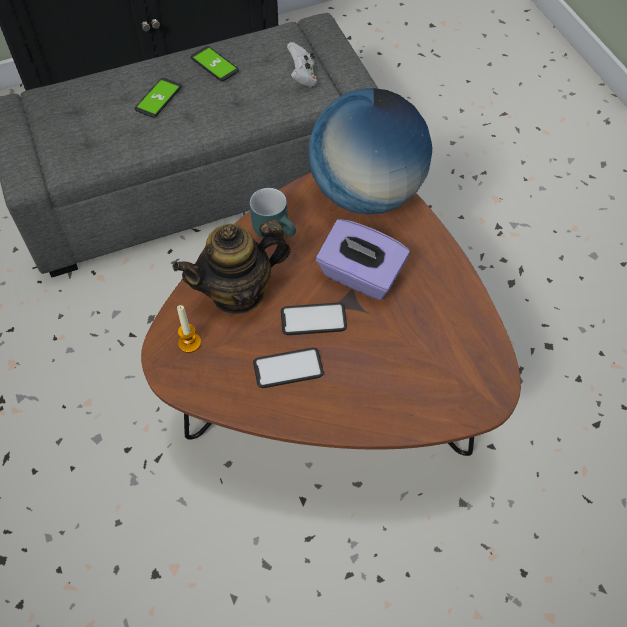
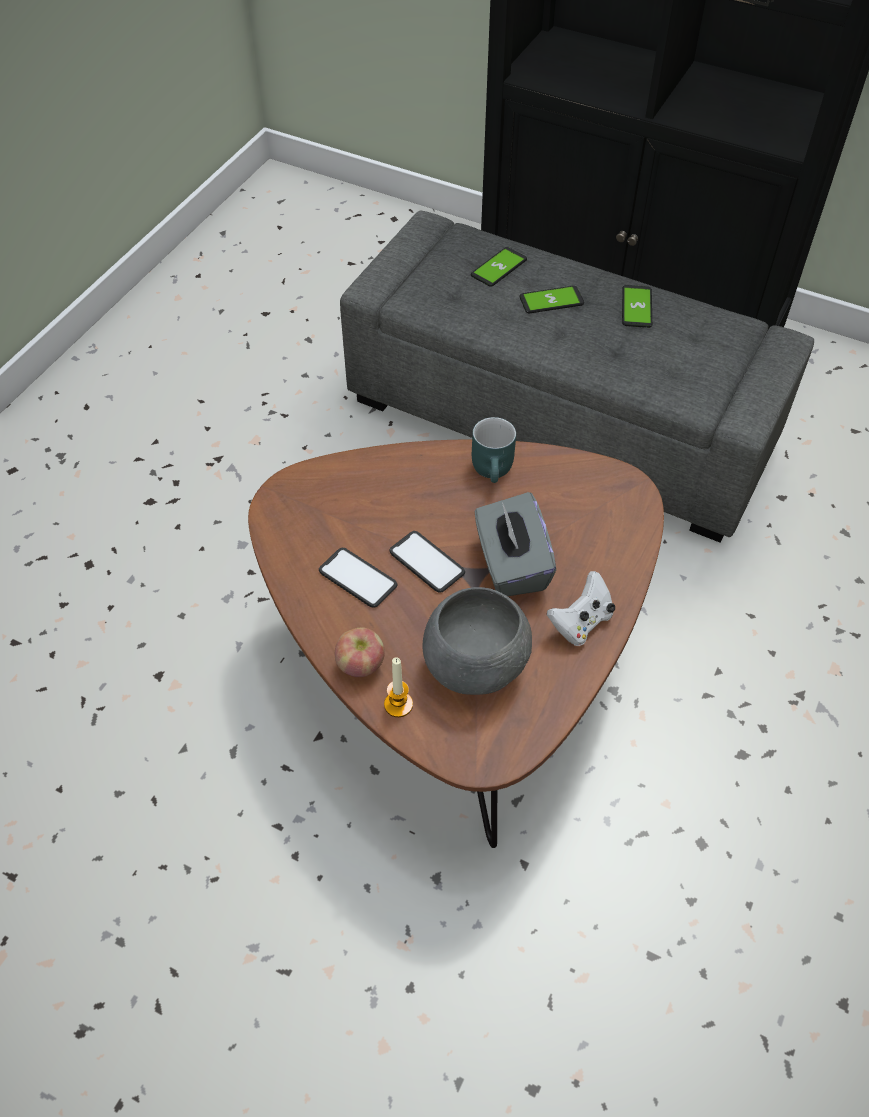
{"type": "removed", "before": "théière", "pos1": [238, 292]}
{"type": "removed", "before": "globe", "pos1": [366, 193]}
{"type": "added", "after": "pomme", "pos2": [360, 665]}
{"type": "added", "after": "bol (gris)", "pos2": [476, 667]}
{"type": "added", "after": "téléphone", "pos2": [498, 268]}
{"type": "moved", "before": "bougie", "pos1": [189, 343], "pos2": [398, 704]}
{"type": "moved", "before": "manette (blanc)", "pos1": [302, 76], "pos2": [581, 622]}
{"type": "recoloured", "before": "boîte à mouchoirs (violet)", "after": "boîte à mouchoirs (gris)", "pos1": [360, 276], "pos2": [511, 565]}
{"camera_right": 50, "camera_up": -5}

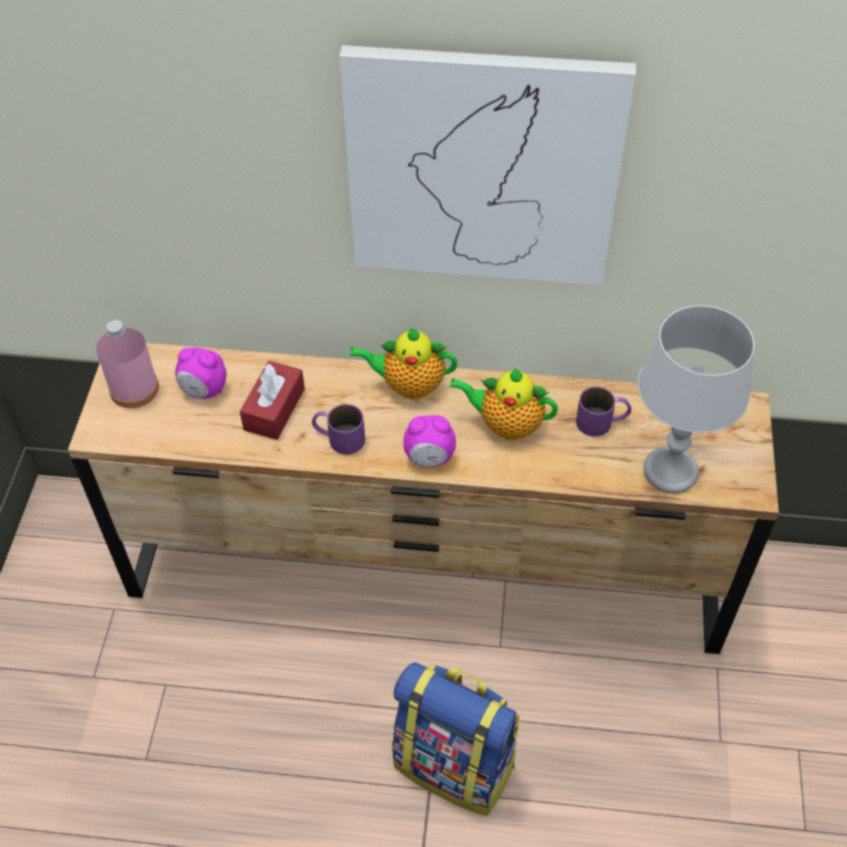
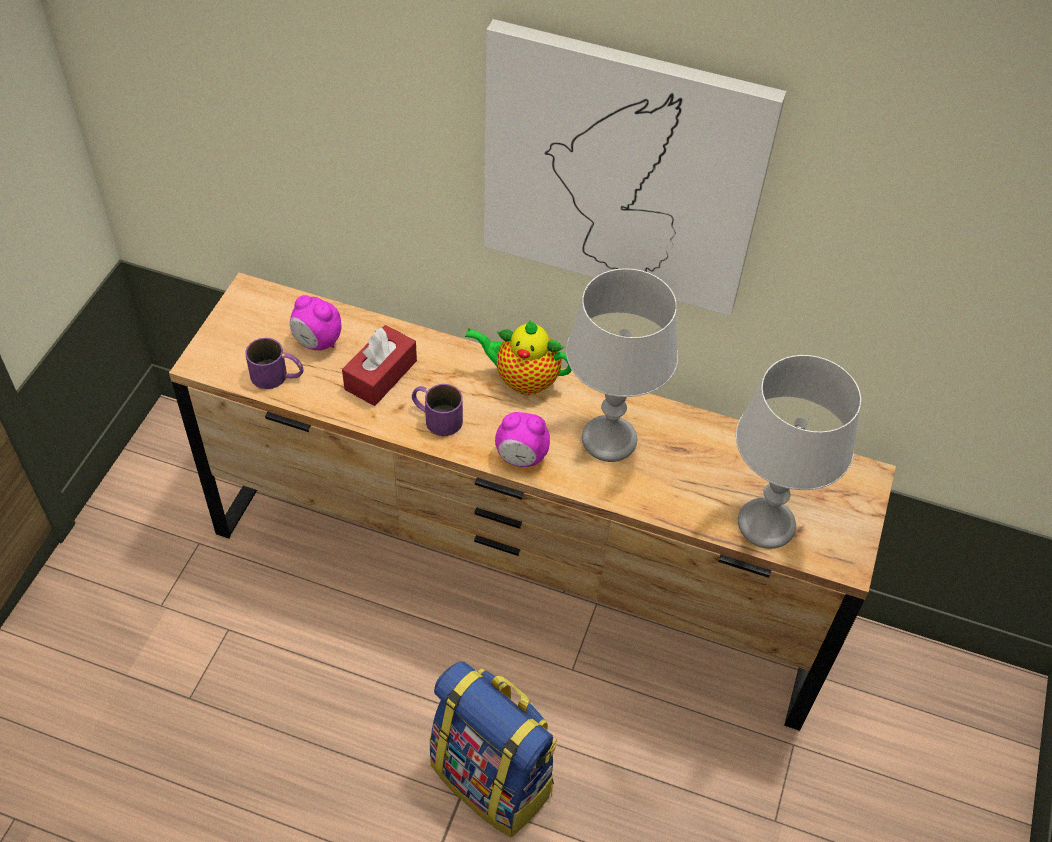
{"type": "removed", "before": "bouteille (rose)", "pos1": [134, 389]}
{"type": "moved", "before": "mug (violet)", "pos1": [602, 421], "pos2": [278, 376]}
{"type": "replaced", "before": "théière", "after": "lampe de table (gris)", "pos1": [506, 424], "pos2": [610, 440]}
{"camera_right": 10, "camera_up": 0}

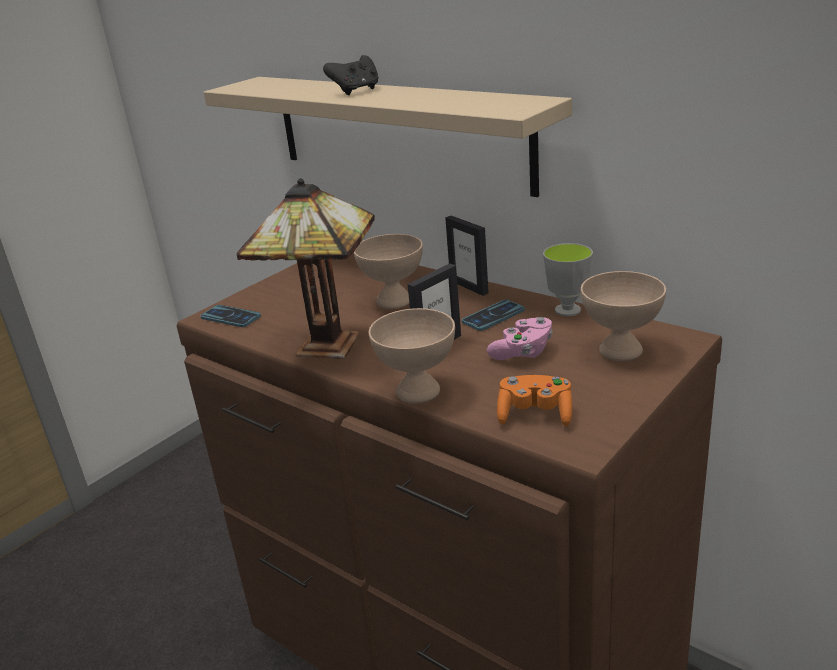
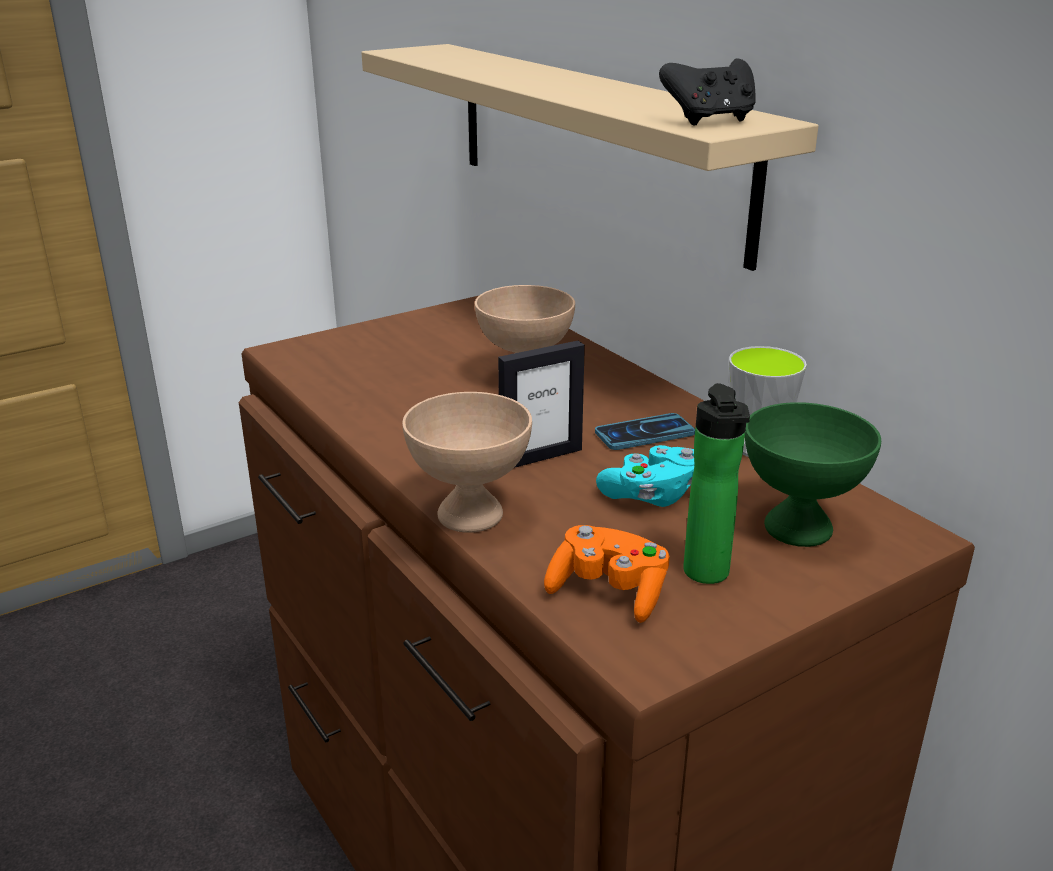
{"type": "removed", "before": "téléphone", "pos1": [230, 317]}
{"type": "removed", "before": "lampe de table", "pos1": [323, 347]}
{"type": "removed", "before": "cadre photo", "pos1": [469, 287]}
{"type": "added", "after": "bouteille", "pos2": [707, 576]}
{"type": "moved", "before": "manette (noir)", "pos1": [356, 91], "pos2": [710, 121]}
{"type": "recoloured", "before": "manette (rose)", "after": "manette (turquoise)", "pos1": [523, 352], "pos2": [652, 495]}
{"type": "recoloured", "before": "bol (beige)", "after": "bol (vert)", "pos1": [619, 351], "pos2": [795, 528]}
{"camera_right": 15, "camera_up": 0}

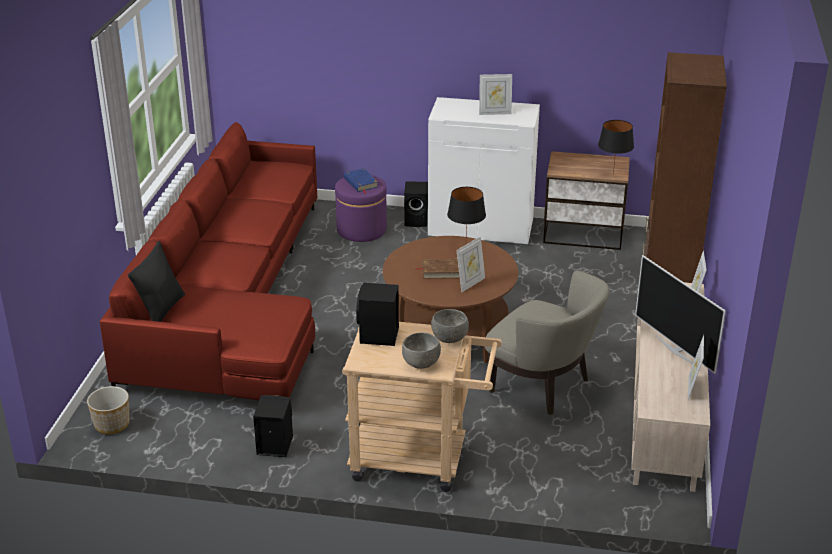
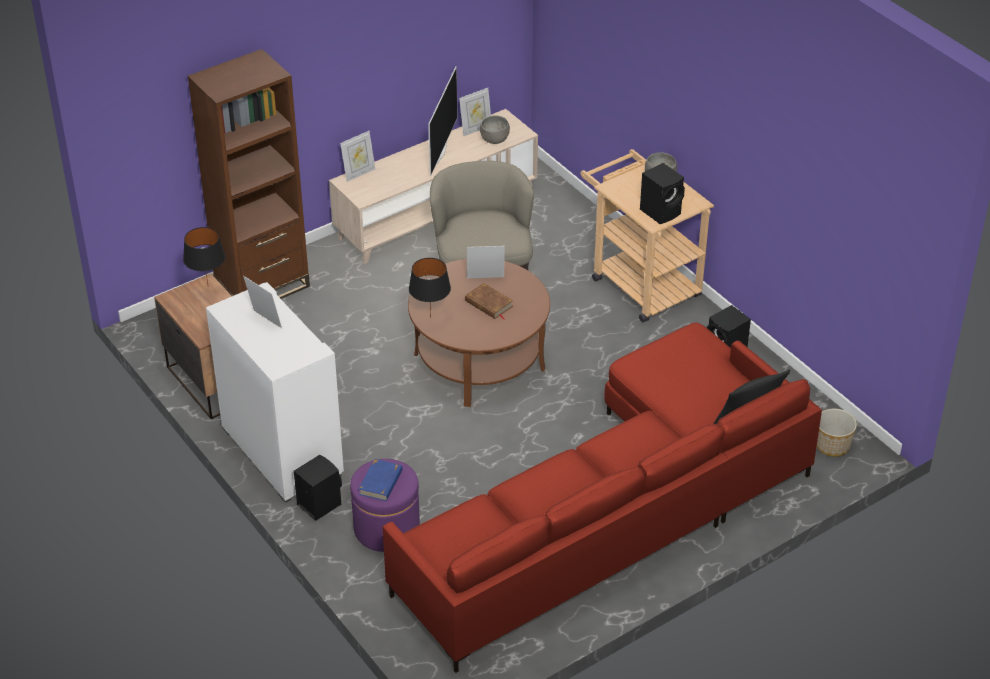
{"type": "moved", "before": "bol (gris)", "pos1": [450, 339], "pos2": [494, 140]}
{"camera_right": -135, "camera_up": 10}

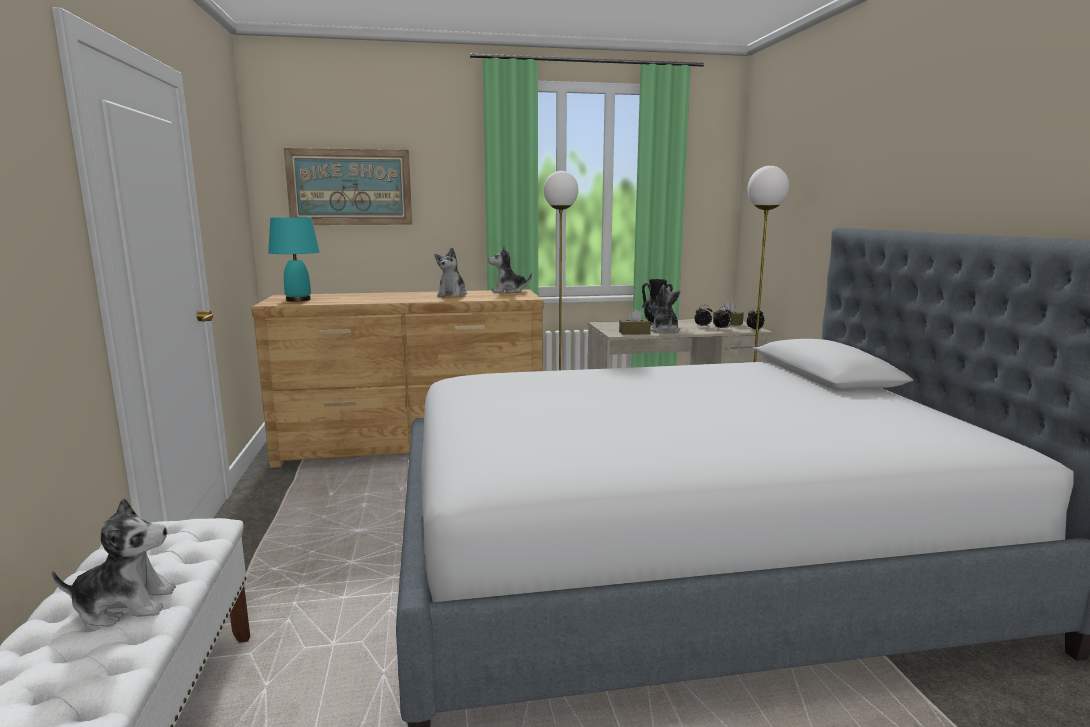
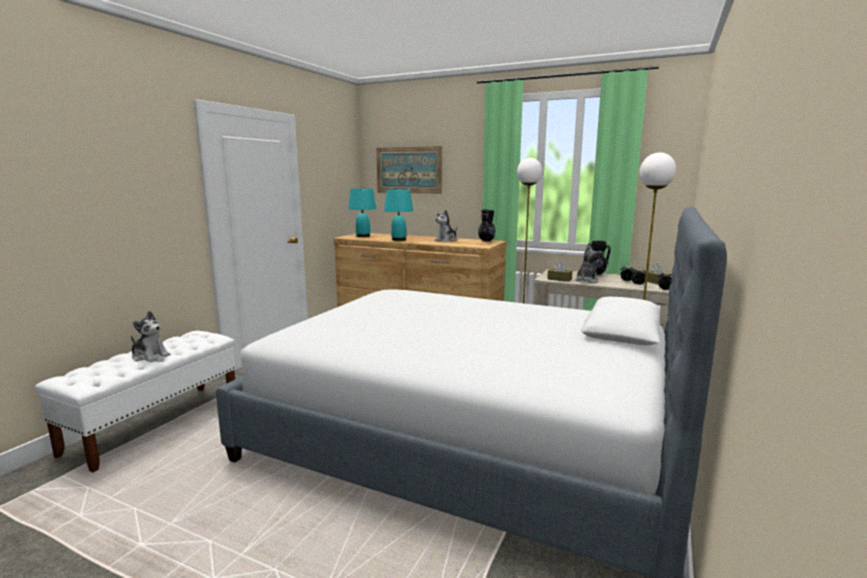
{"type": "added", "after": "lampe de table (turquoise)", "pos2": [398, 239]}
{"type": "replaced", "before": "peluche", "after": "vase (noir)", "pos1": [508, 291], "pos2": [486, 241]}
{"camera_right": 35, "camera_up": 0}

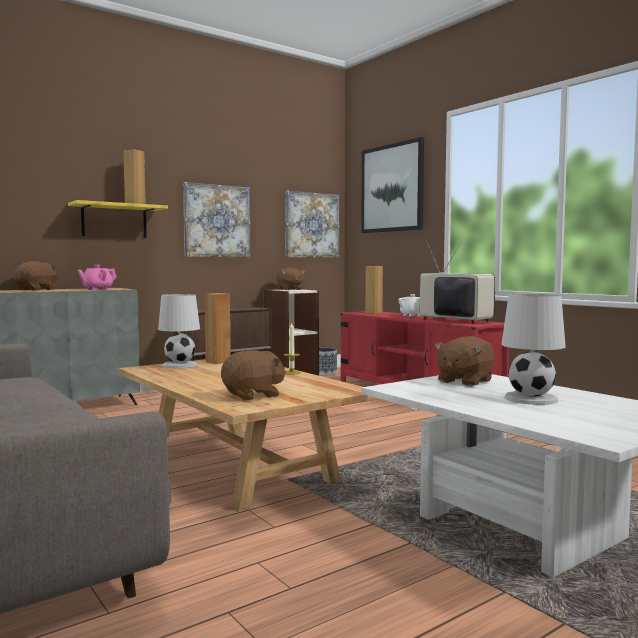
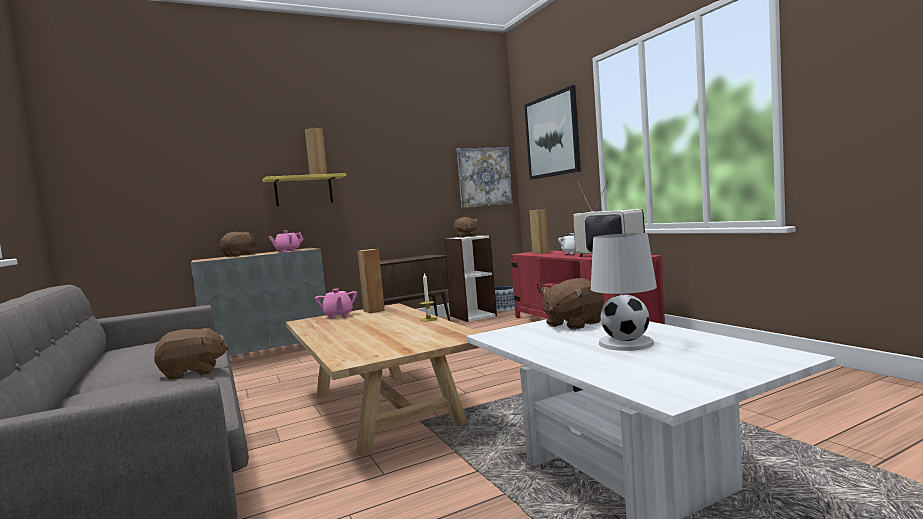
{"type": "removed", "before": "tableau", "pos1": [217, 221]}
{"type": "moved", "before": "peluche (marron)", "pos1": [253, 395], "pos2": [192, 373]}
{"type": "replaced", "before": "lampe de table (blanc)", "after": "théière (rose)", "pos1": [179, 365], "pos2": [338, 316]}
{"camera_right": 10, "camera_up": 0}

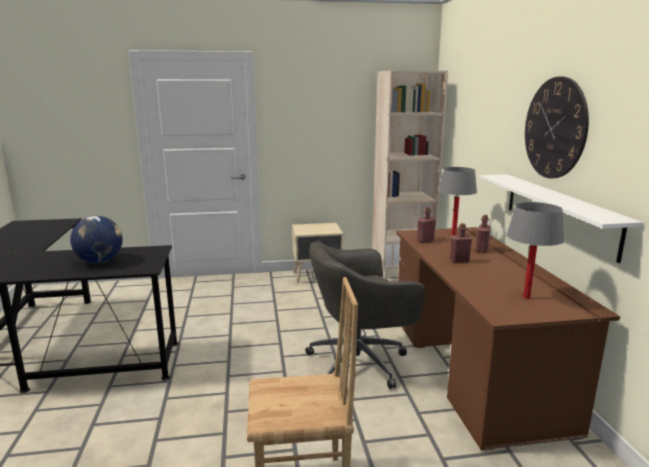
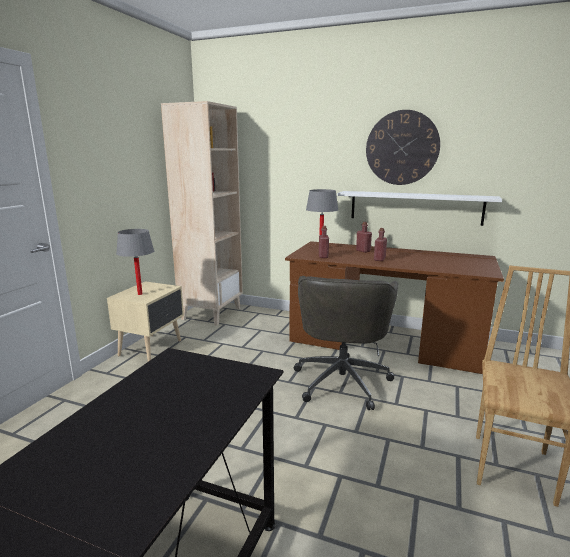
{"type": "removed", "before": "globe", "pos1": [100, 261]}
{"type": "moved", "before": "lampe de table (gris)", "pos1": [526, 297], "pos2": [140, 294]}
{"camera_right": -60, "camera_up": 0}

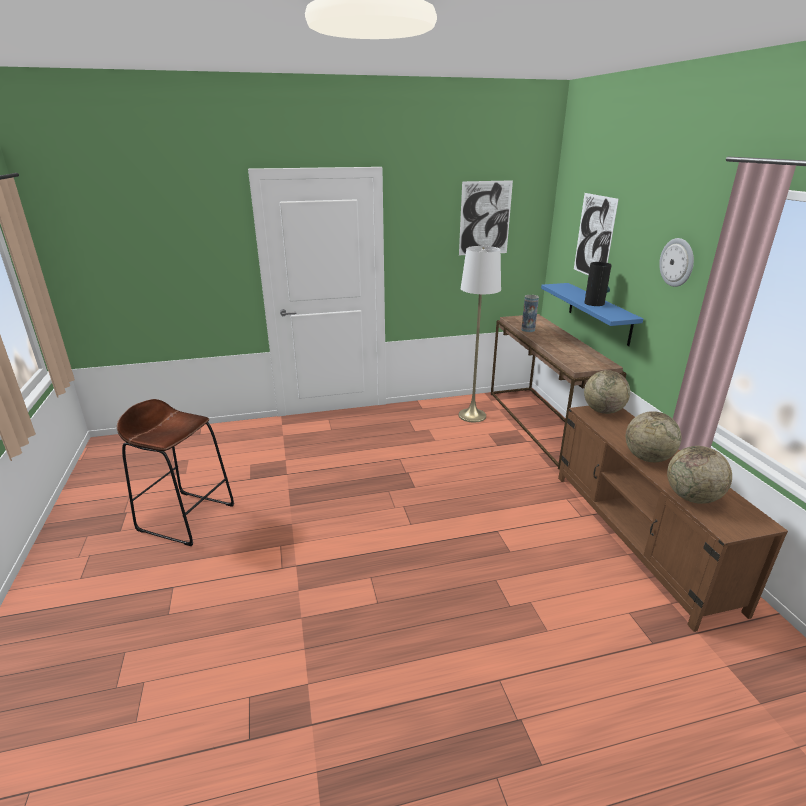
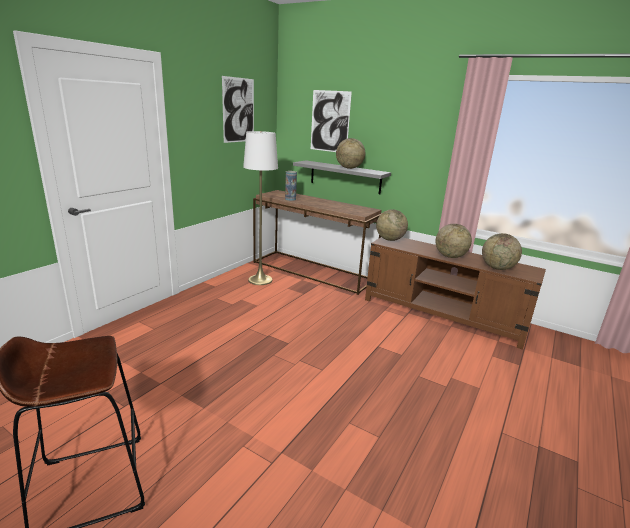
{"type": "removed", "before": "horloge murale", "pos1": [677, 262]}
{"type": "replaced", "before": "vase", "after": "globe", "pos1": [594, 303], "pos2": [349, 168]}
{"type": "recoloured", "before": "étagère (bleu)", "after": "étagère (gris)", "pos1": [599, 313], "pos2": [345, 177]}
{"camera_right": -45, "camera_up": -5}

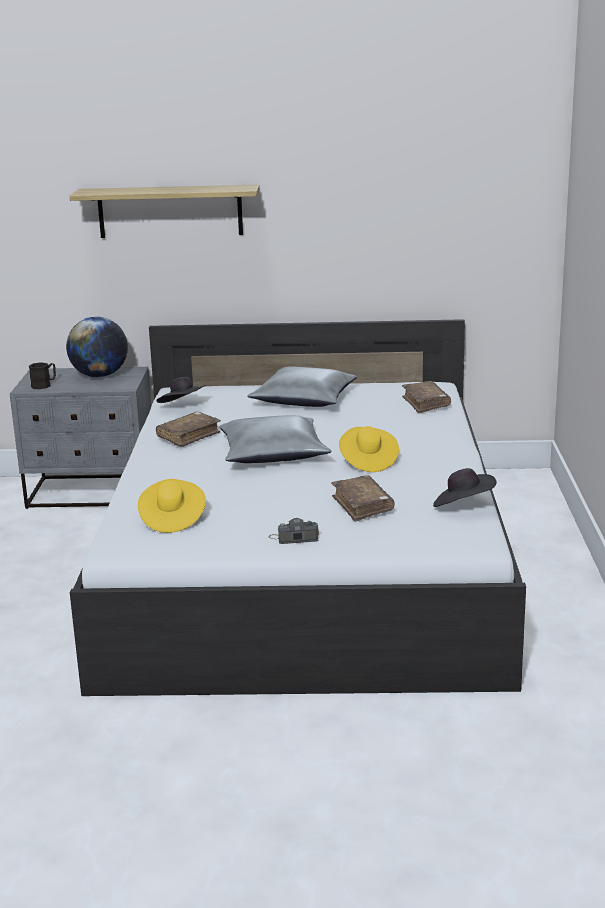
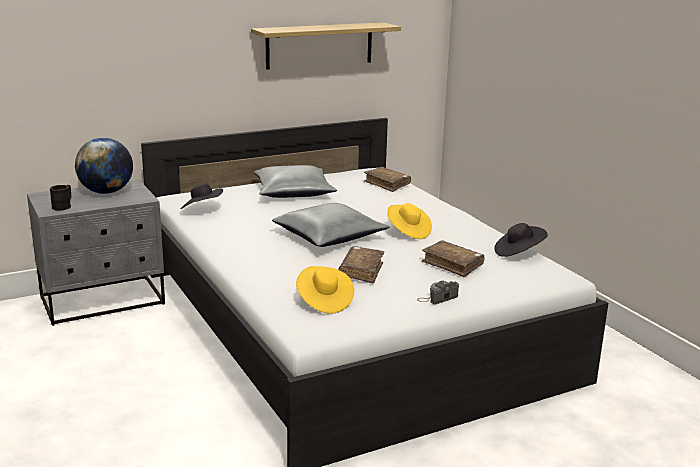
{"type": "moved", "before": "étagère", "pos1": [170, 211], "pos2": [319, 45]}
{"type": "moved", "before": "livre (marron)", "pos1": [188, 436], "pos2": [361, 271]}
{"camera_right": -30, "camera_up": 0}

